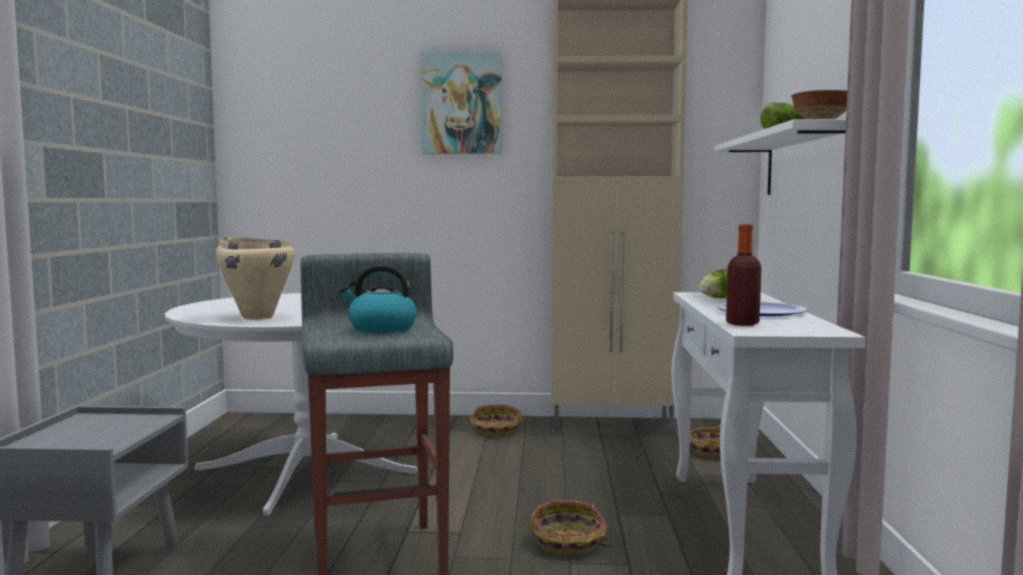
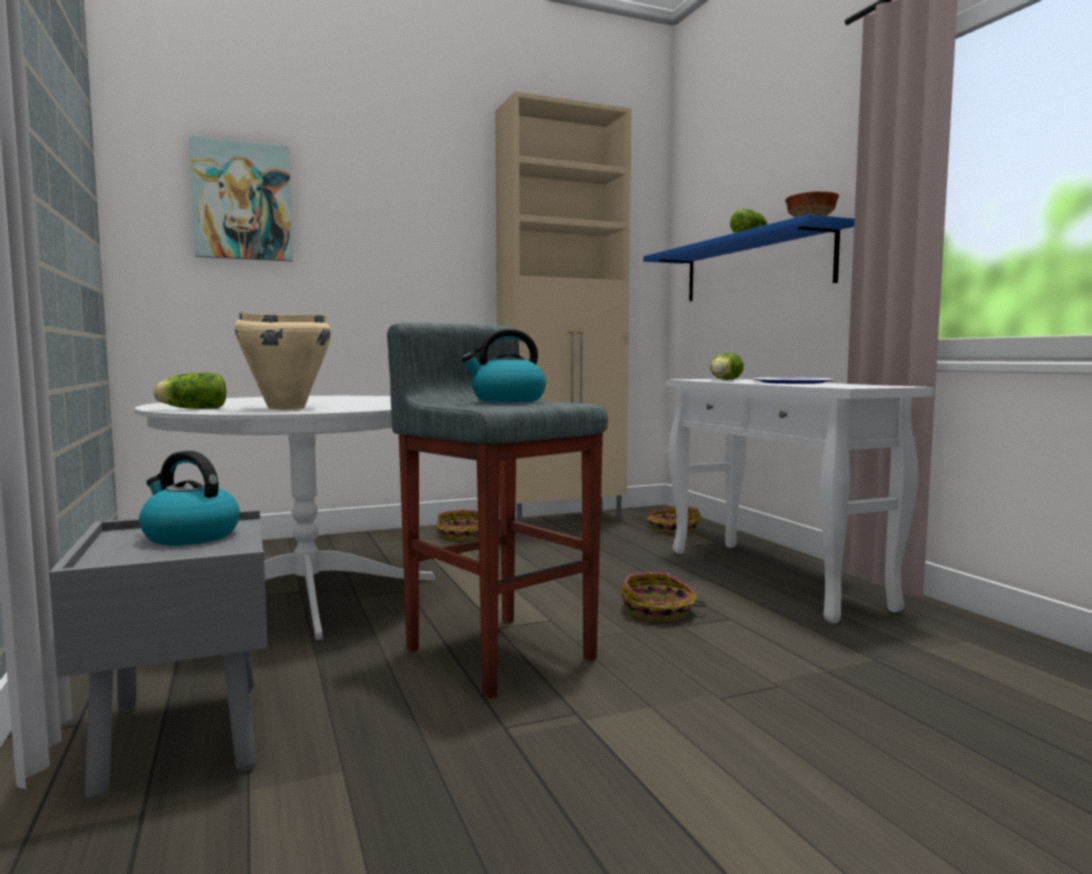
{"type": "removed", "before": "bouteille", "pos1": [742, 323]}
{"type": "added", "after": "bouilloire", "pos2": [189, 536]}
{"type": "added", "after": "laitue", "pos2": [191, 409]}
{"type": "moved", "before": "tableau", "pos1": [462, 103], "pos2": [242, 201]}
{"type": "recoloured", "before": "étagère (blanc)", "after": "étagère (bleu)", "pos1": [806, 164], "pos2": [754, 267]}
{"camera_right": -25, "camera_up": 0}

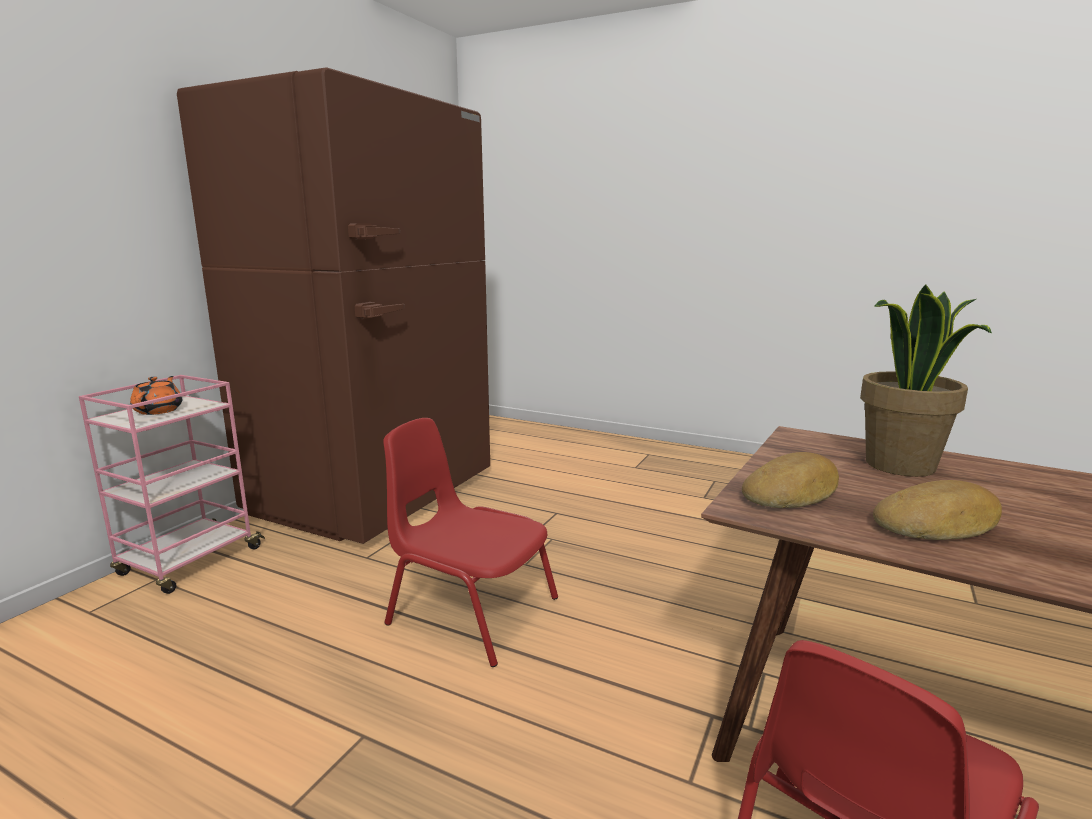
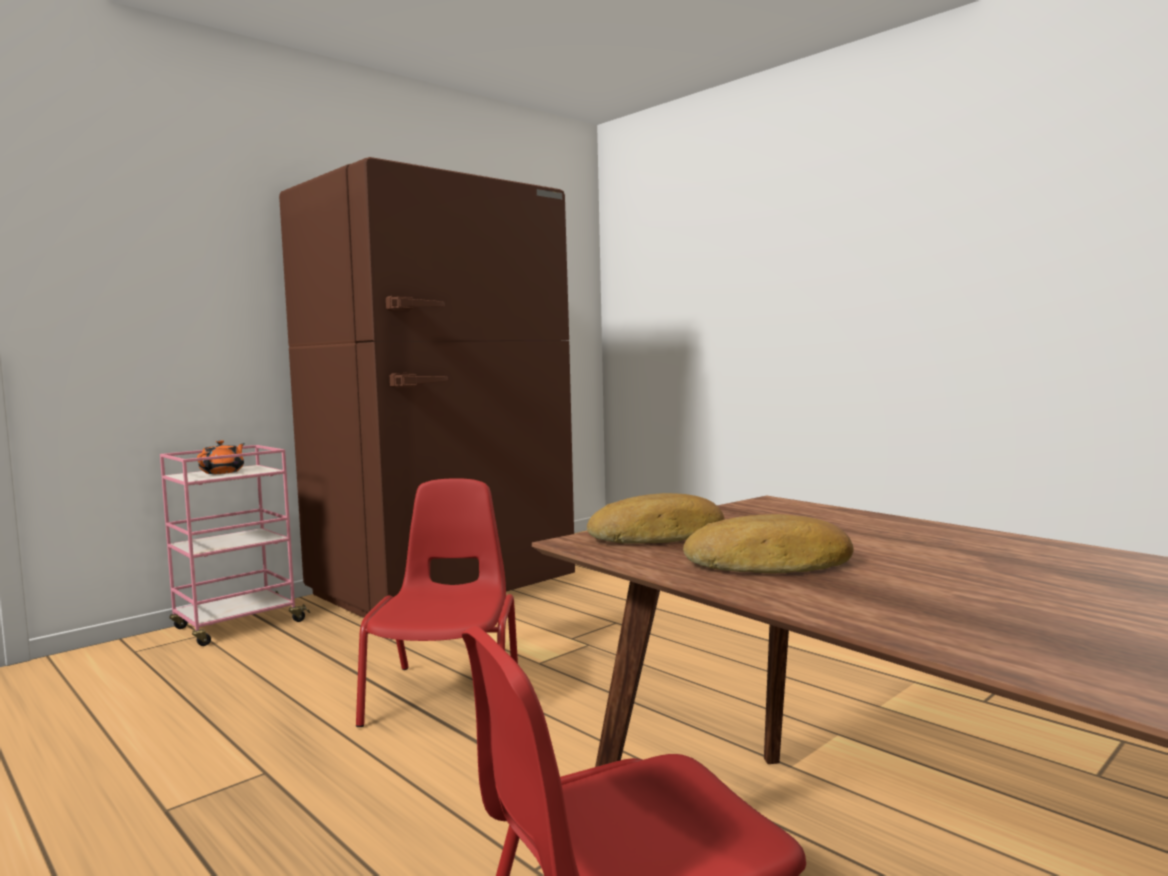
{"type": "removed", "before": "plante en pot", "pos1": [901, 466]}
{"type": "turned", "before": "chaise (rouge)", "pos1": [471, 611], "pos2": [447, 694], "turn": 45}
{"camera_right": 20, "camera_up": -10}

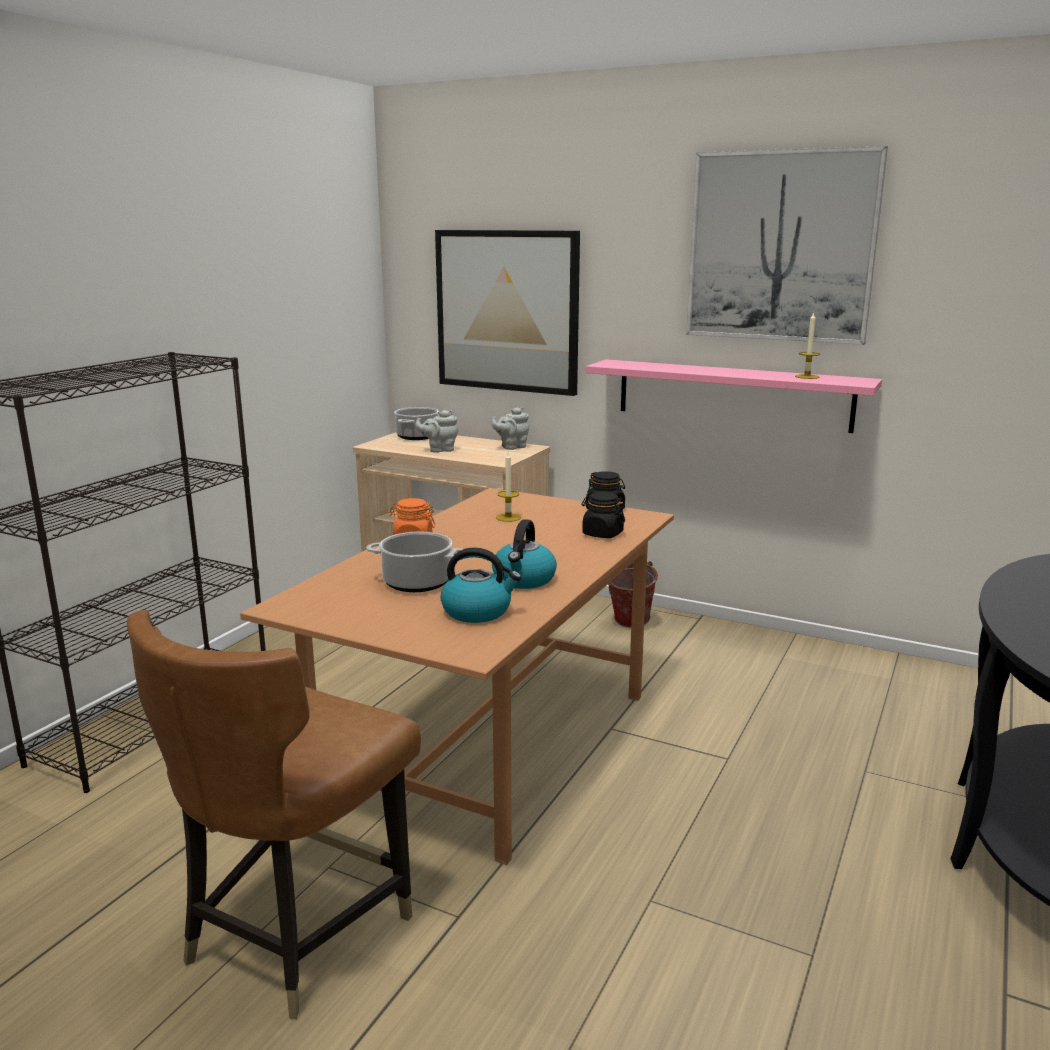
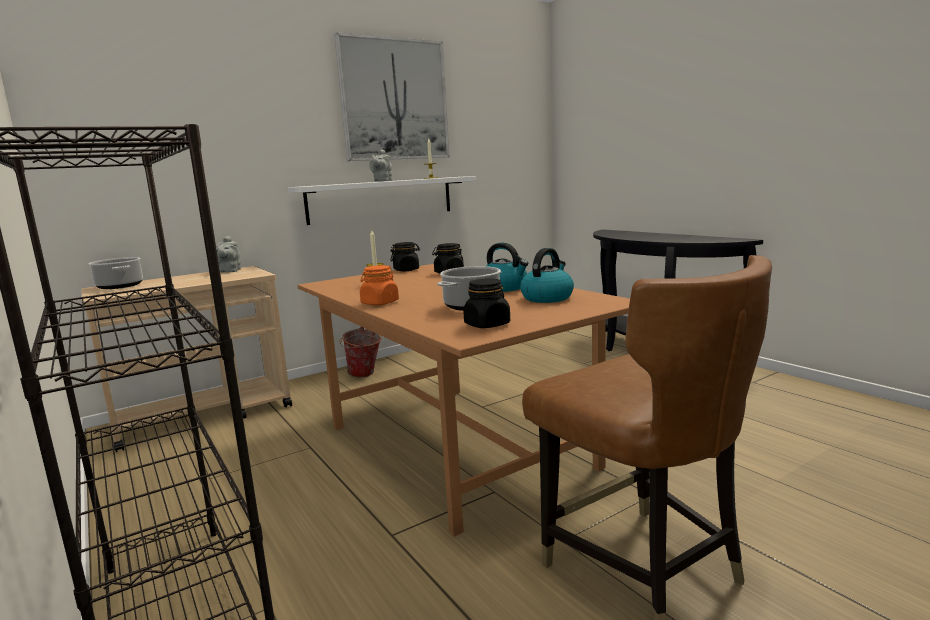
{"type": "removed", "before": "tableau", "pos1": [507, 311]}
{"type": "added", "after": "bocal (noir)", "pos2": [487, 325]}
{"type": "moved", "before": "théière (gris)", "pos1": [439, 450], "pos2": [382, 181]}
{"type": "recoloured", "before": "étagère (rose)", "after": "étagère (blanc)", "pos1": [732, 395], "pos2": [381, 199]}
{"camera_right": -60, "camera_up": -5}

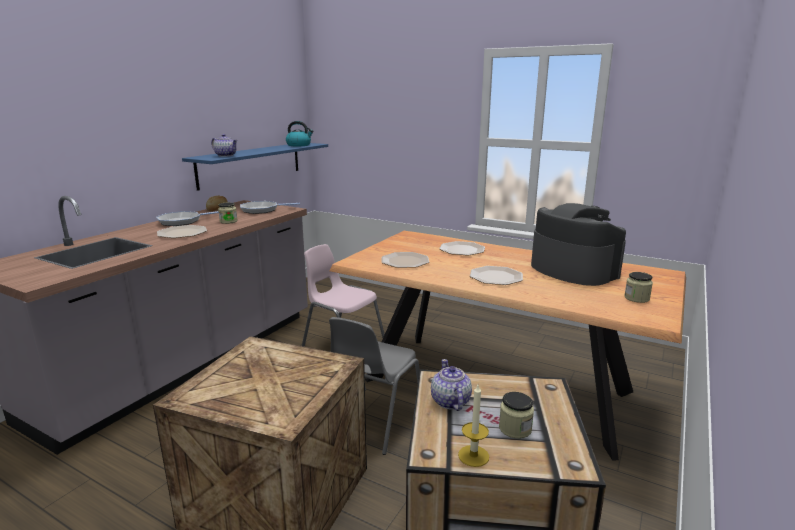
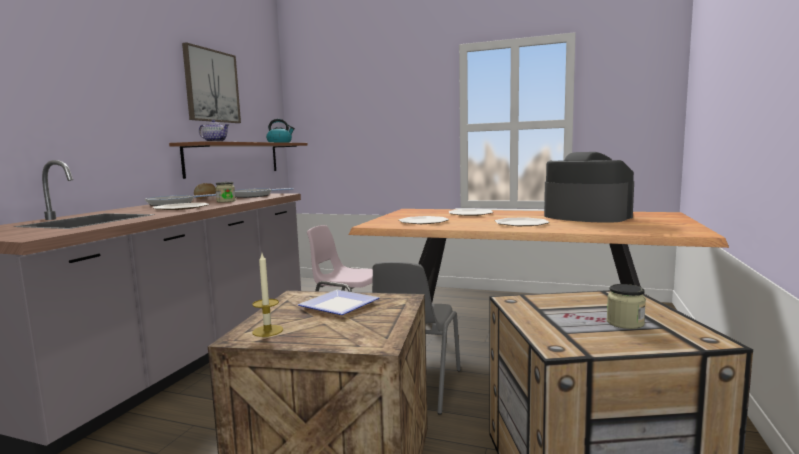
{"type": "removed", "before": "théière", "pos1": [450, 402]}
{"type": "removed", "before": "bocal", "pos1": [636, 298]}
{"type": "added", "after": "tableau", "pos2": [211, 86]}
{"type": "added", "after": "assiette", "pos2": [342, 305]}
{"type": "moved", "before": "bougie", "pos1": [473, 456], "pos2": [267, 331]}
{"type": "recoloured", "before": "étagère (bleu)", "after": "étagère (marron)", "pos1": [251, 164], "pos2": [234, 158]}
{"camera_right": -10, "camera_up": -10}

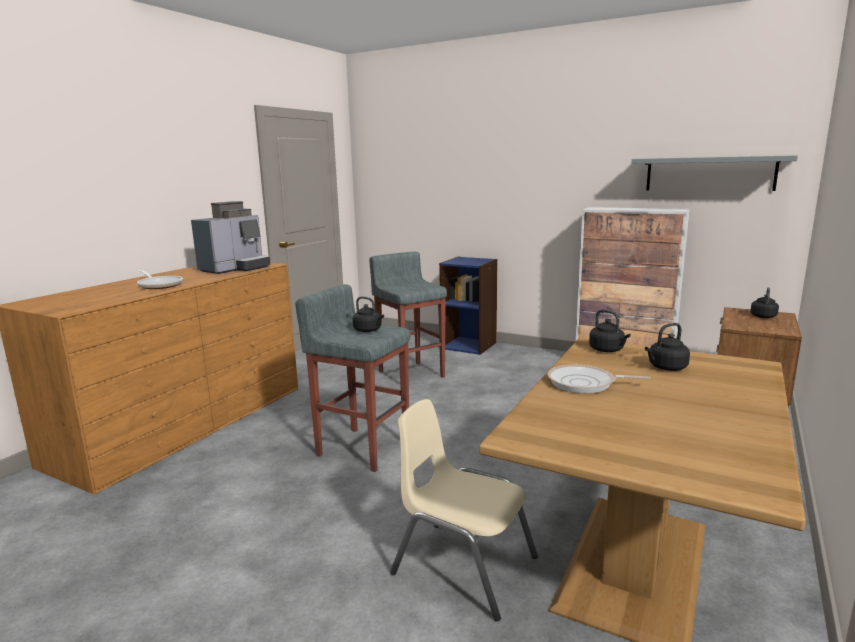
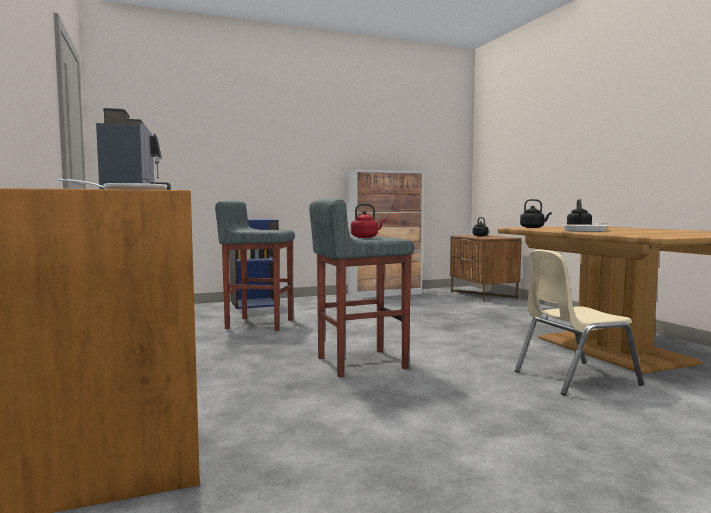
{"type": "removed", "before": "étagère (gris)", "pos1": [709, 174]}
{"type": "recoloured", "before": "bouilloire (noir)", "after": "bouilloire (rouge)", "pos1": [368, 330], "pos2": [366, 237]}
{"camera_right": -50, "camera_up": -10}

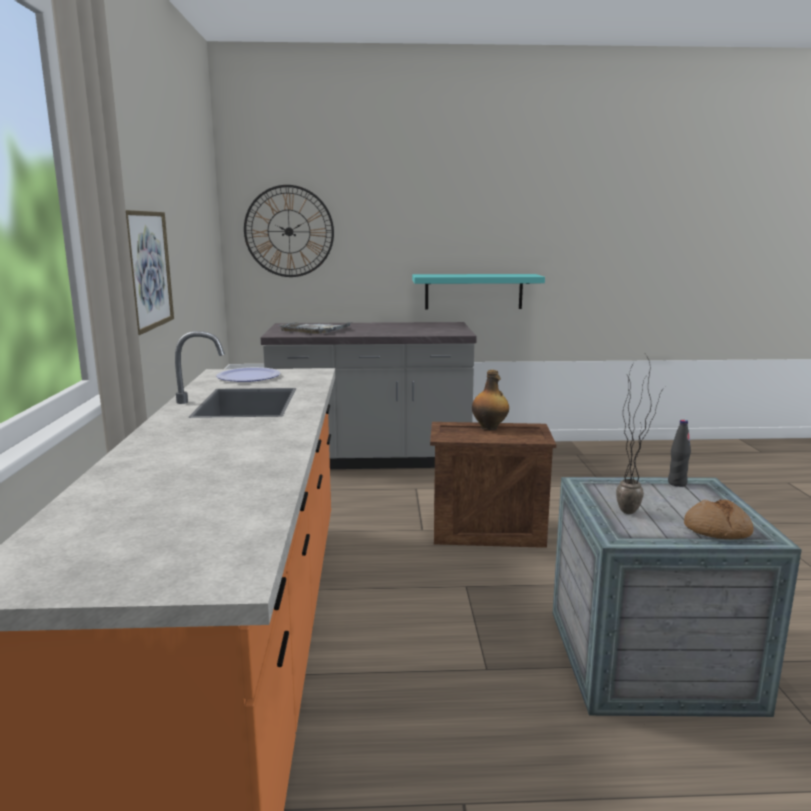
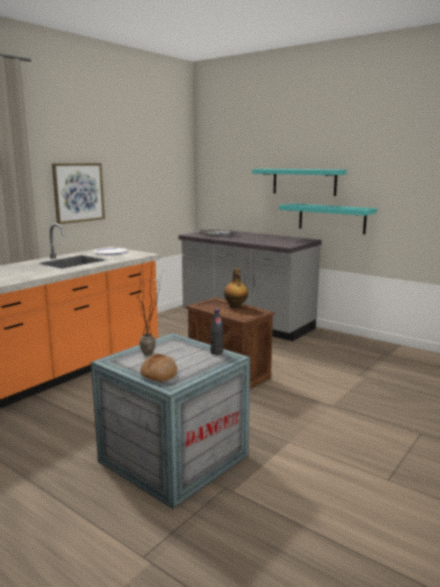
{"type": "removed", "before": "horloge murale", "pos1": [289, 231]}
{"type": "added", "after": "étagère (turquoise)", "pos2": [304, 181]}
{"camera_right": 40, "camera_up": 0}

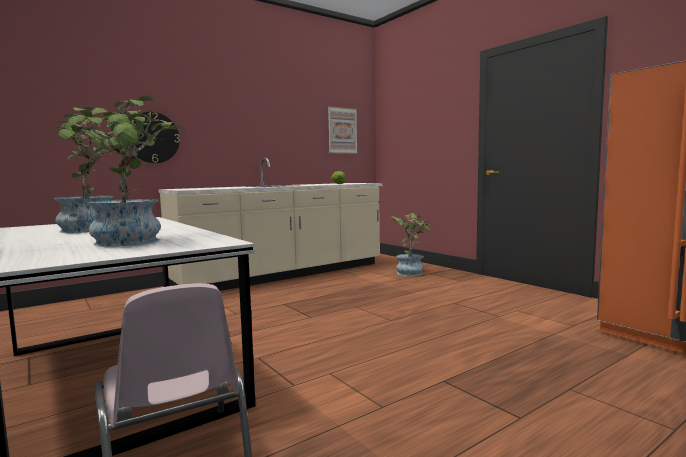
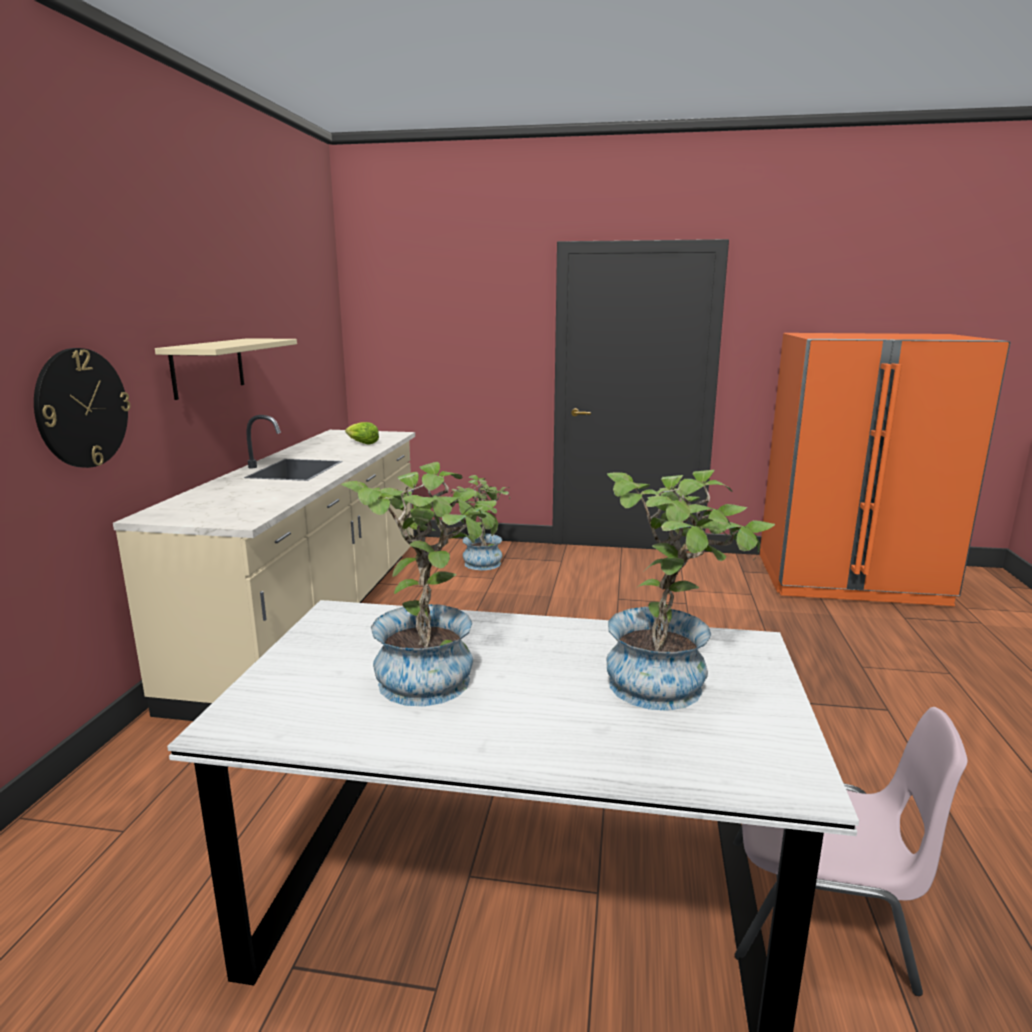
{"type": "removed", "before": "tableau", "pos1": [342, 130]}
{"type": "added", "after": "étagère (beige)", "pos2": [208, 367]}
{"camera_right": -45, "camera_up": 10}

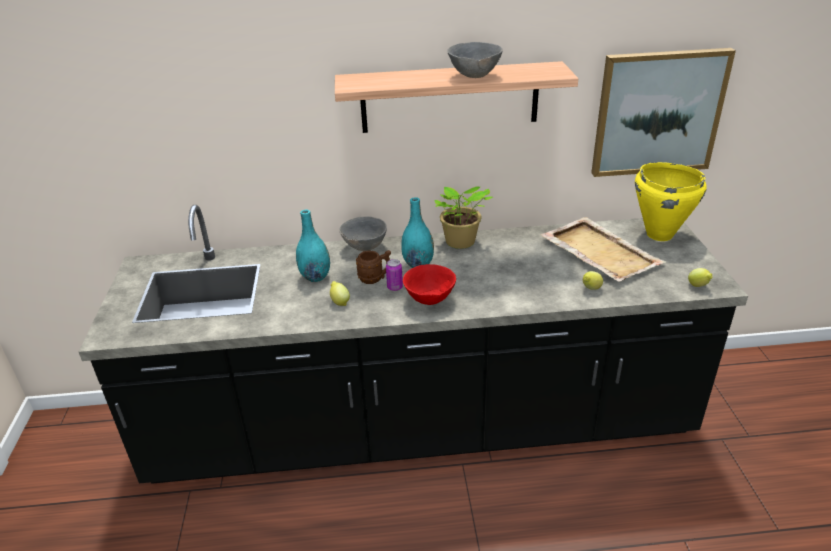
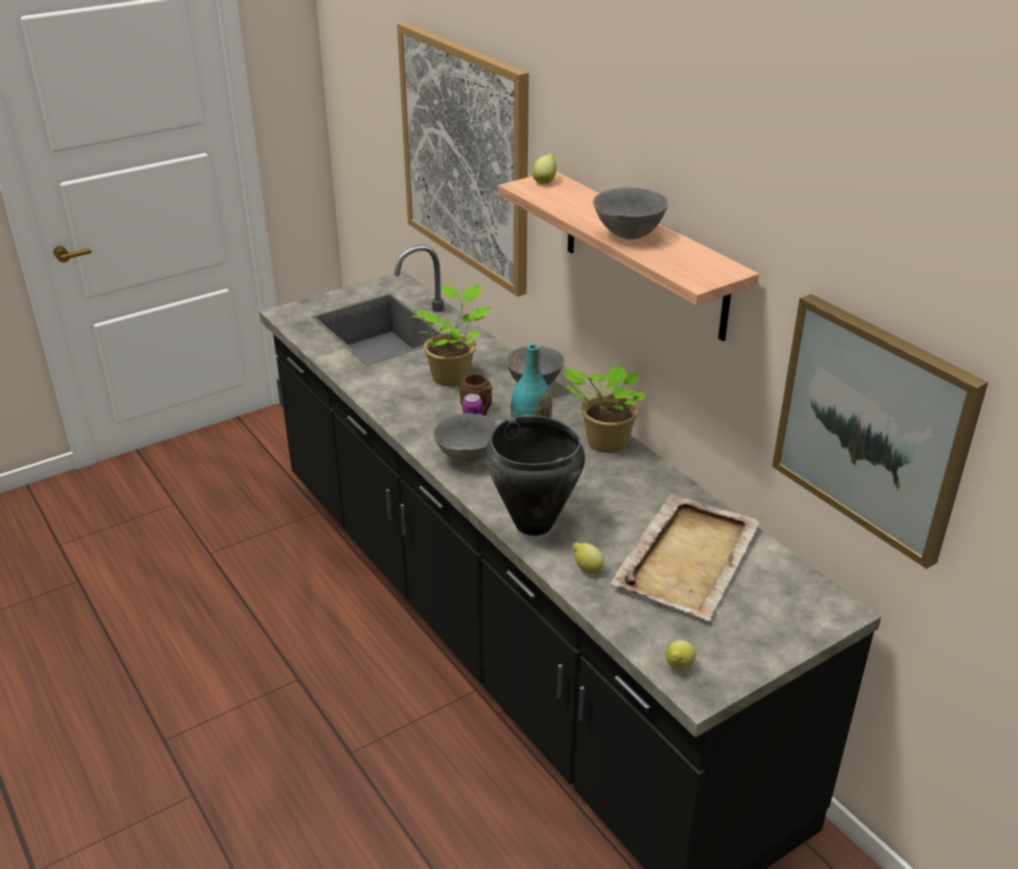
{"type": "removed", "before": "marmite (jaune)", "pos1": [659, 234]}
{"type": "added", "after": "tableau", "pos2": [465, 156]}
{"type": "added", "after": "marmite (noir)", "pos2": [533, 524]}
{"type": "moved", "before": "citron", "pos1": [339, 302], "pos2": [544, 181]}
{"type": "replaced", "before": "vase (turquoise)", "after": "plante en pot", "pos1": [315, 277], "pos2": [452, 376]}
{"type": "recoloured", "before": "bol (rouge)", "after": "bol (gris)", "pos1": [429, 300], "pos2": [467, 457]}
{"camera_right": 60, "camera_up": 0}

